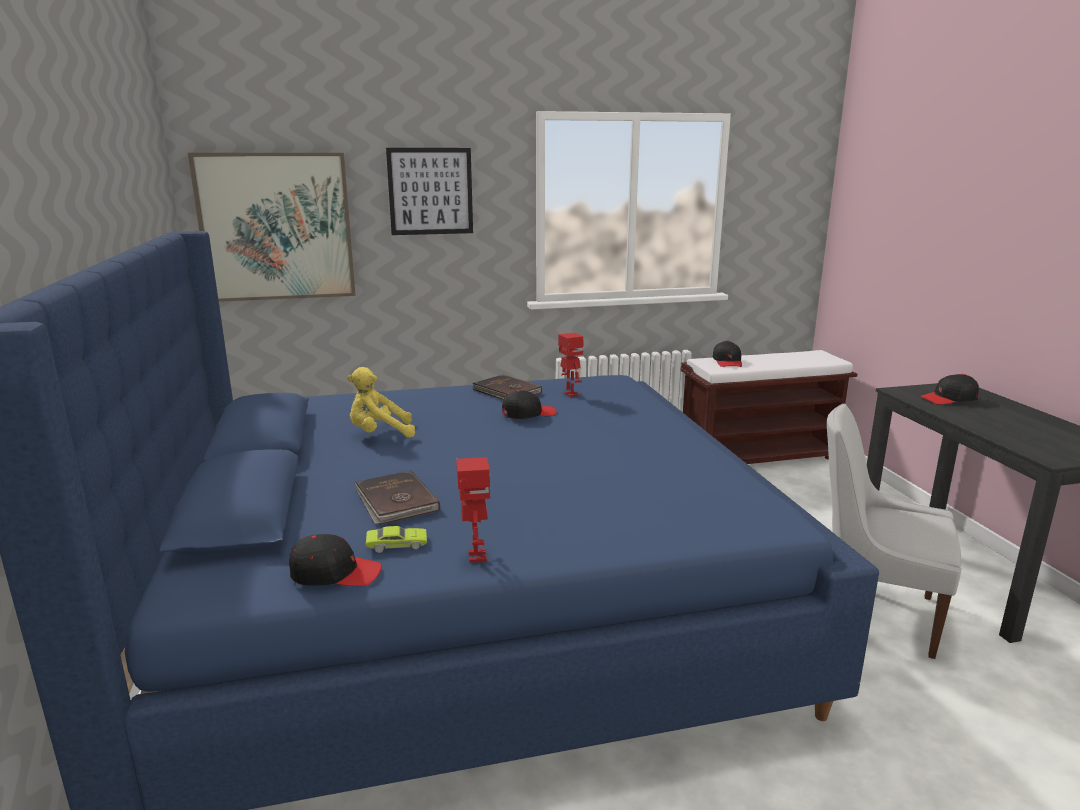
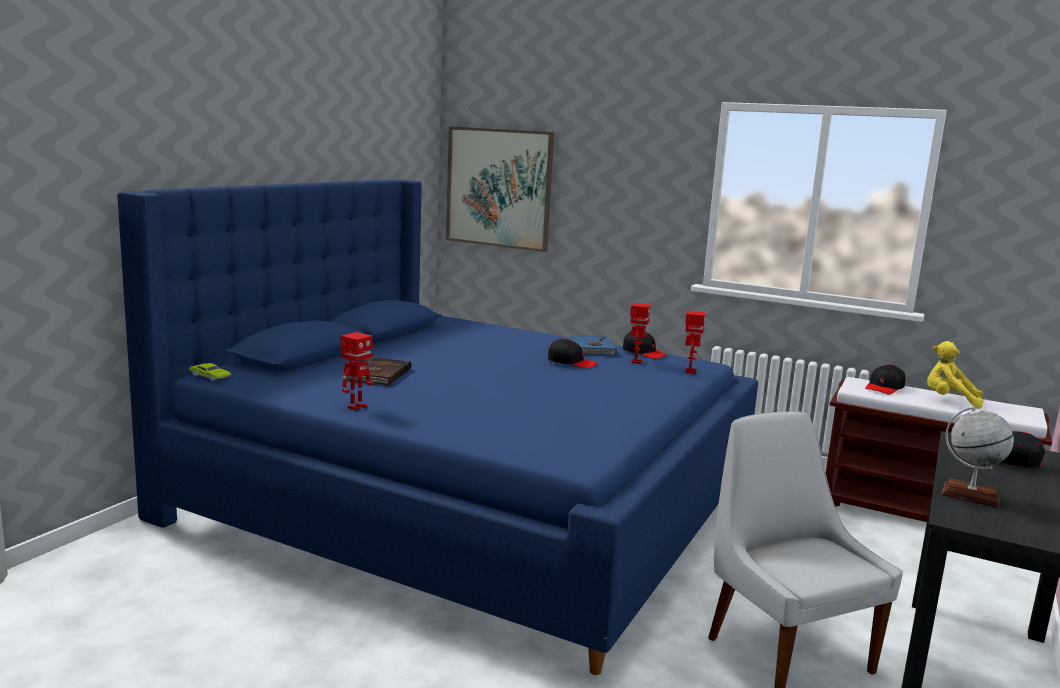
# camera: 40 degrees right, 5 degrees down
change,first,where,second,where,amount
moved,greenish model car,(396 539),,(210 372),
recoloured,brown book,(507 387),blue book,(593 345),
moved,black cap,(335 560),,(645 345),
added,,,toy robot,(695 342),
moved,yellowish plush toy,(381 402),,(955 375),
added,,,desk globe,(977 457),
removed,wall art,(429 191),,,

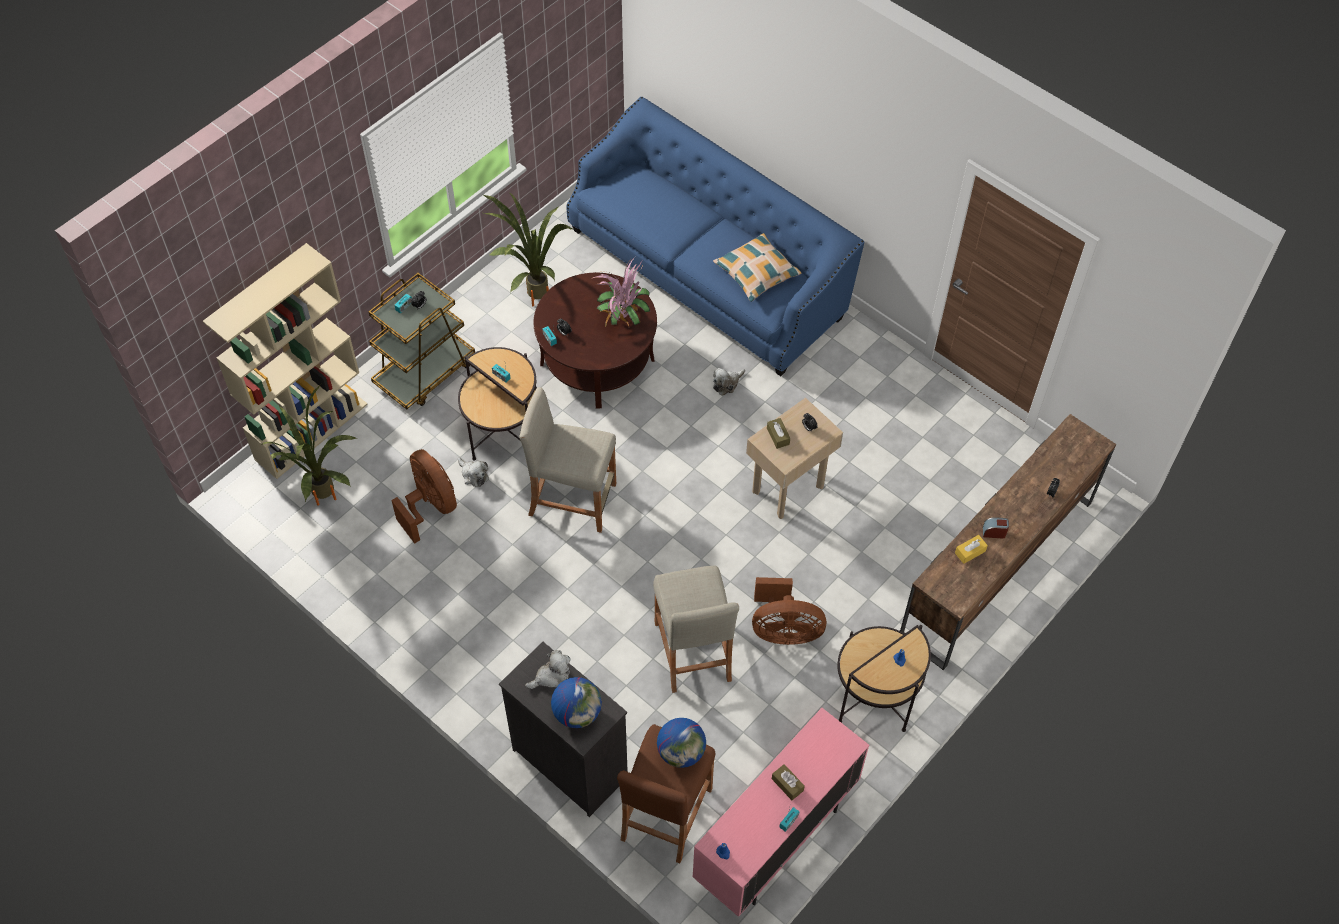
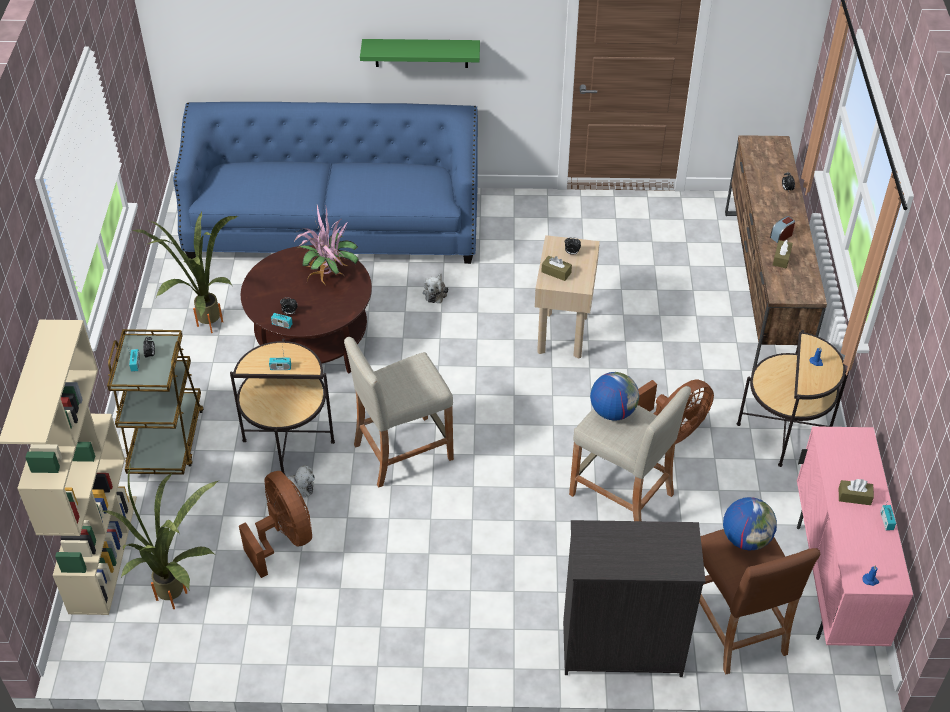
# camera: 40 degrees left, 10 degrees down
change,first,where,second,where,amount
turned,brown electric fan,(424 496),,(275 524),45 degrees clockwise
added,,,greenish shelf,(420 53),
moved,desk globe,(576 702),,(614 396),
recoloured,yellowish tissue box,(971 549),brown tissue box,(783 254),
removed,plush toy,(548 669),,,
removed,cushion,(757 267),,,

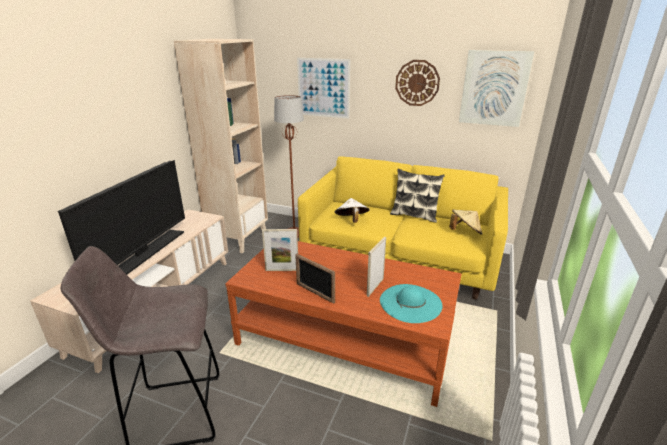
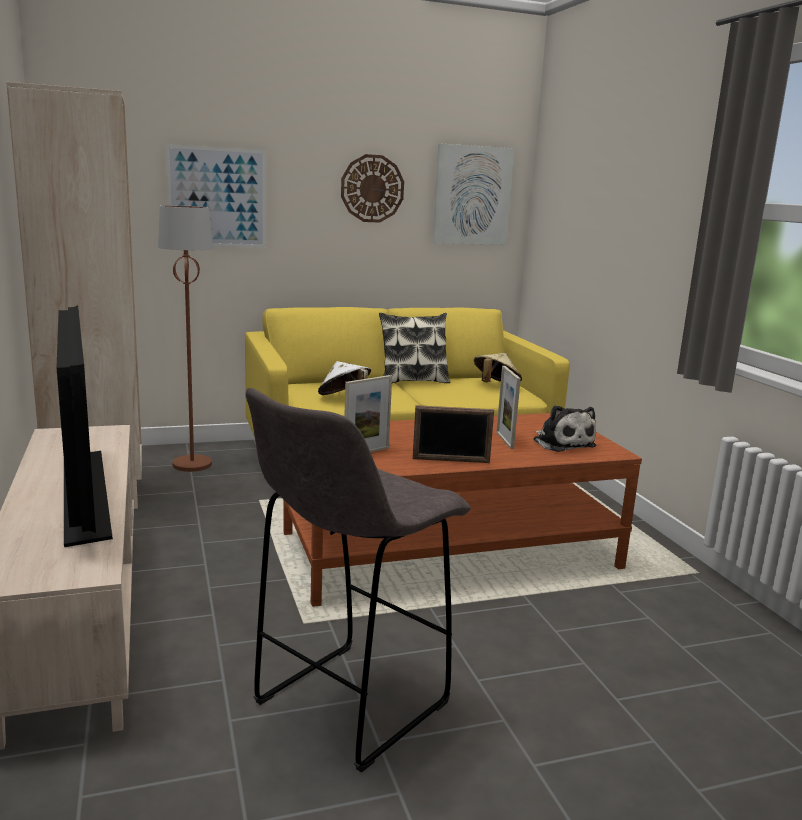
# camera: 40 degrees left, 10 degrees down
change,first,where,second,where,amount
replaced,turquoise wearable hat,(411 303),plush toy,(565 428),

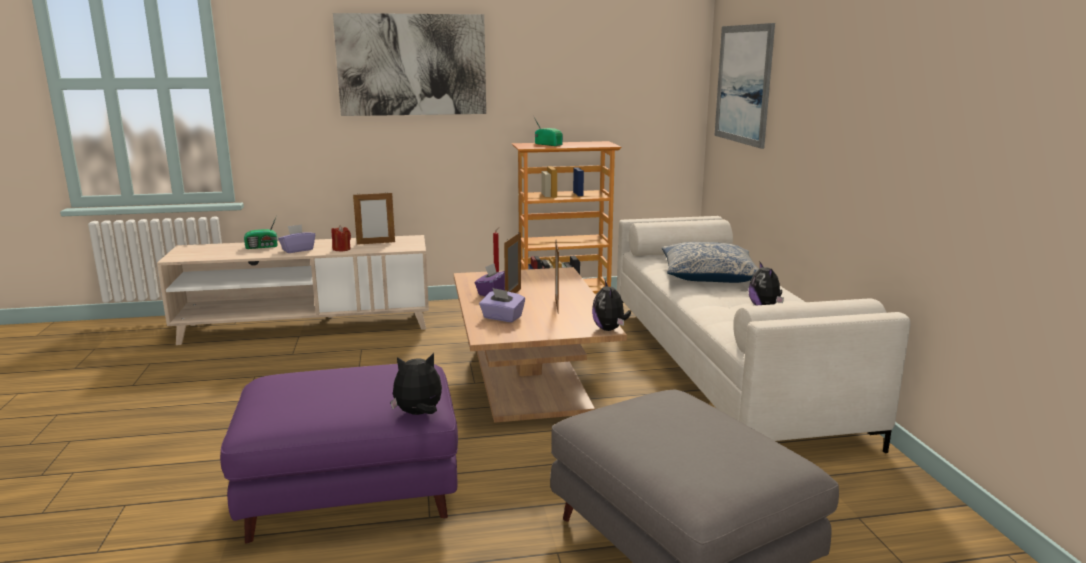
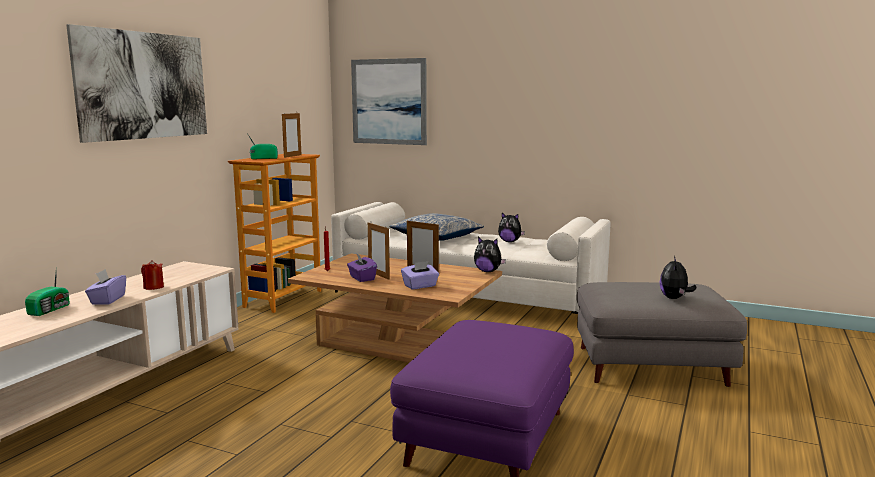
# camera: 55 degrees left, 5 degrees down
change,first,where,second,where,amount
moved,picture frame,(374 218),,(291 135),
moved,plush toy,(416 384),,(678 277),

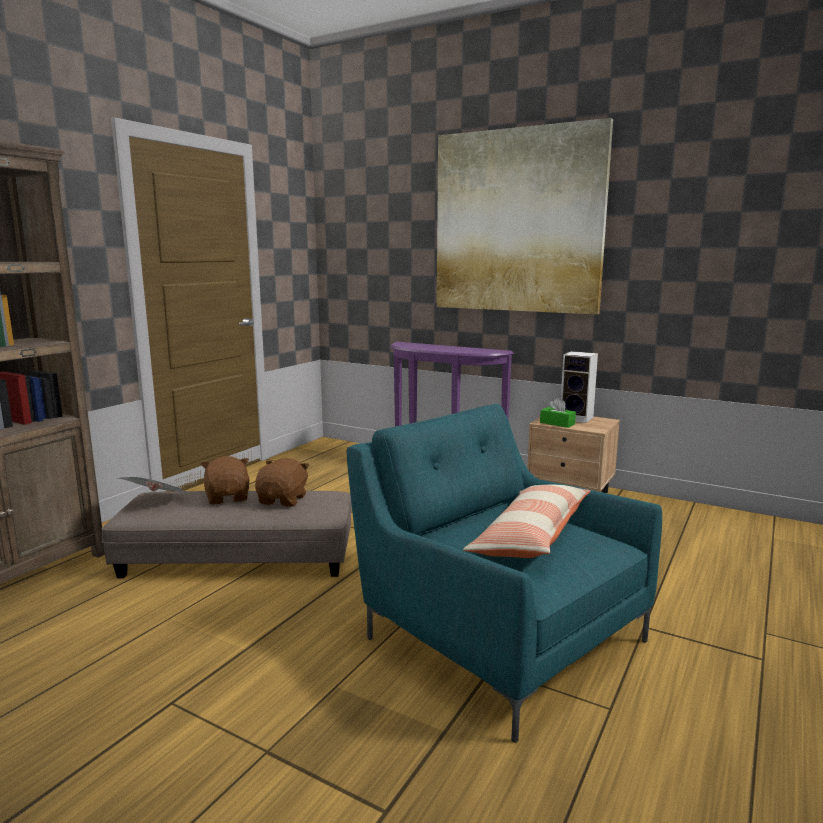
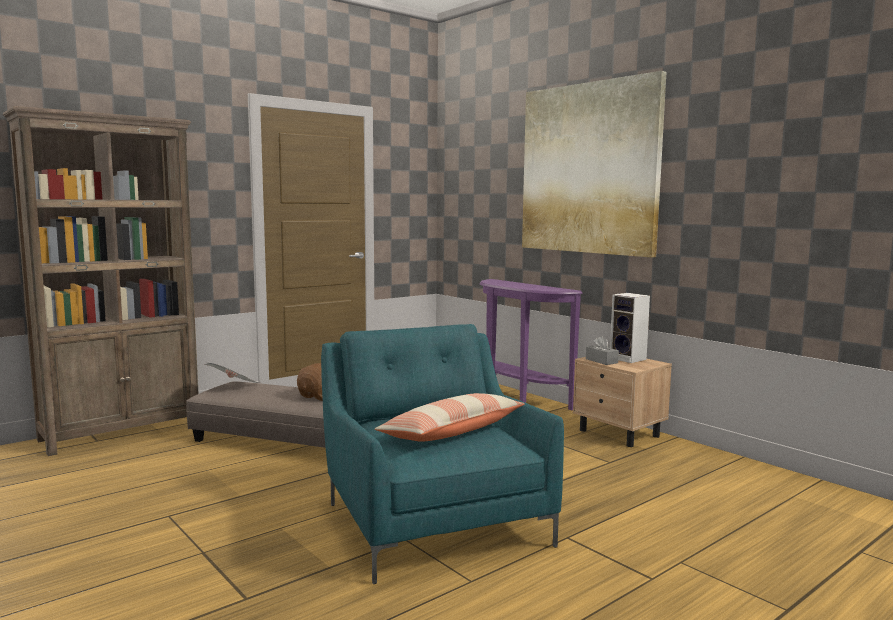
# camera: 20 degrees right, 5 degrees down
change,first,where,second,where,amount
recoloured,greenish tissue box,(558 413),grey tissue box,(602 350),
removed,brown plush toy,(225 480),,,

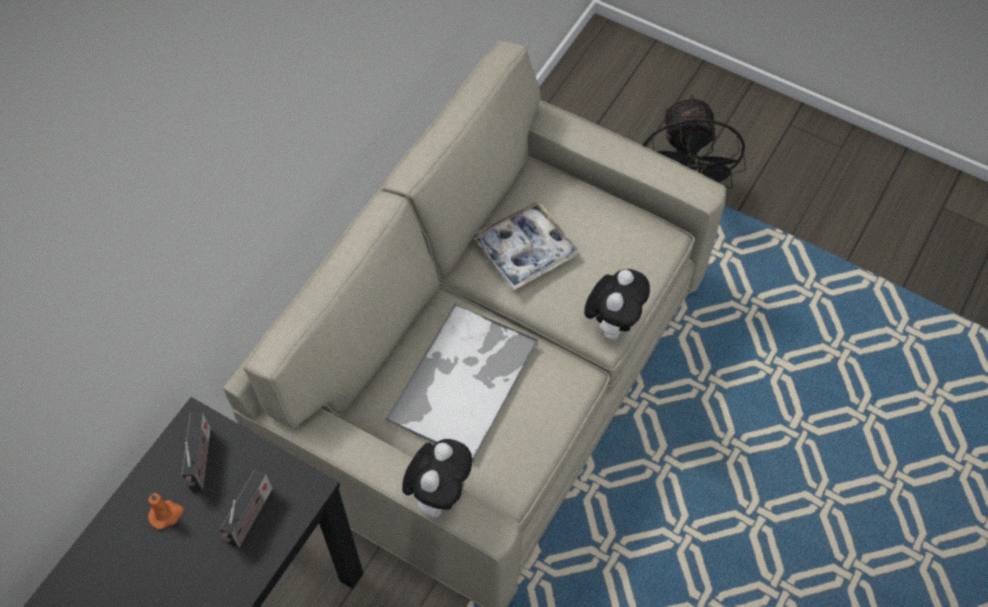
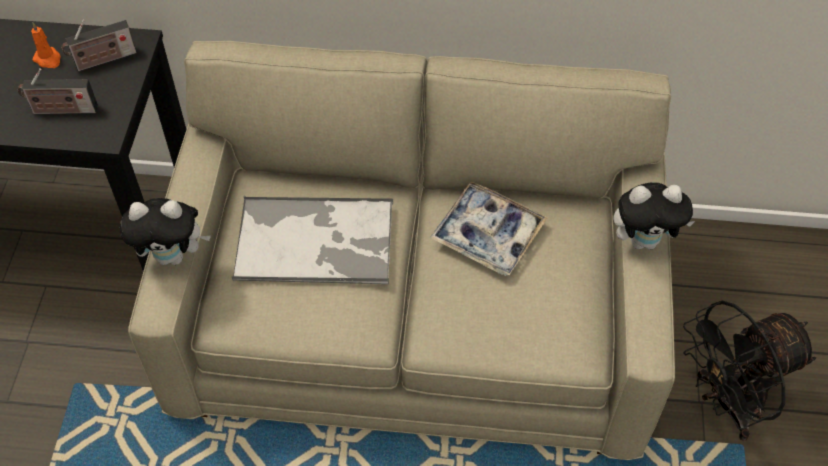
# camera: 65 degrees right, 5 degrees down
change,first,where,second,where,amount
moved,plush toy,(617 304),,(654 216),

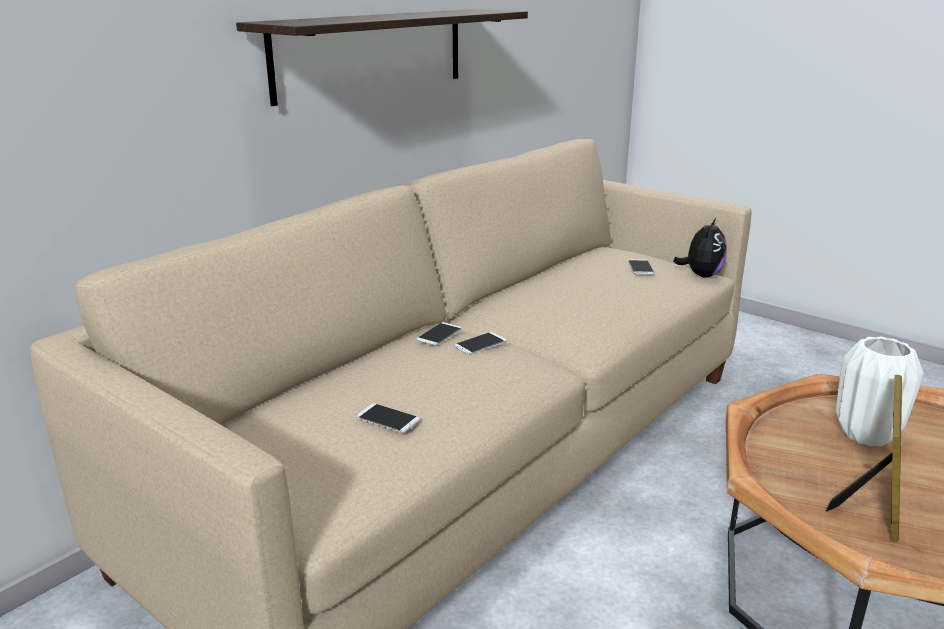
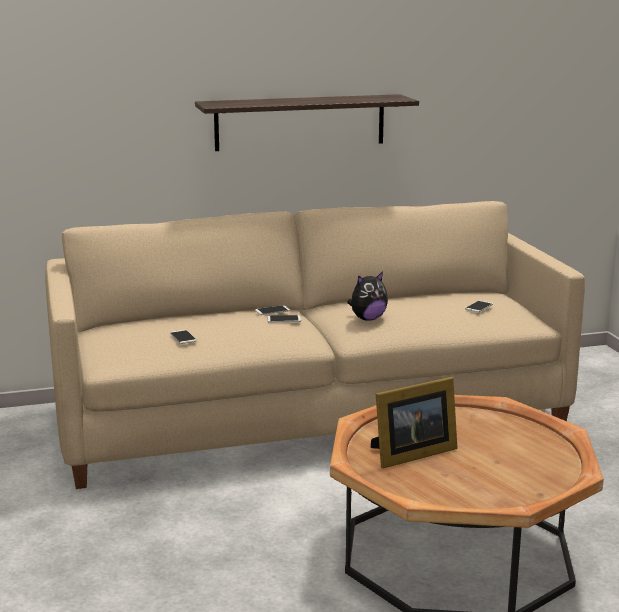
# camera: 35 degrees right, 5 degrees down
change,first,where,second,where,amount
moved,plush toy,(700 248),,(367 296),
removed,white vase,(880 391),,,

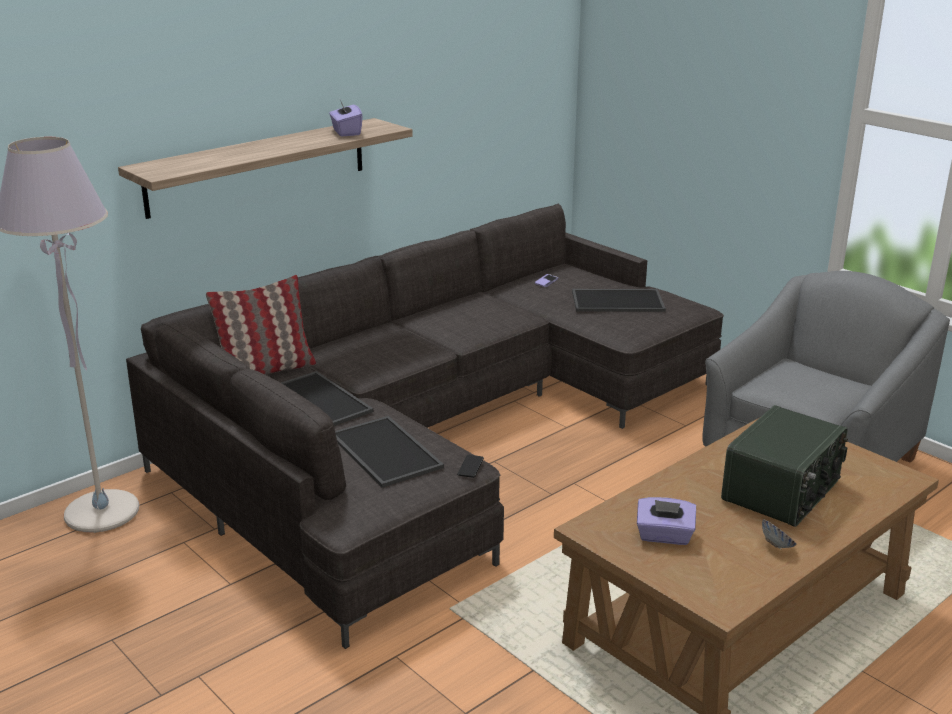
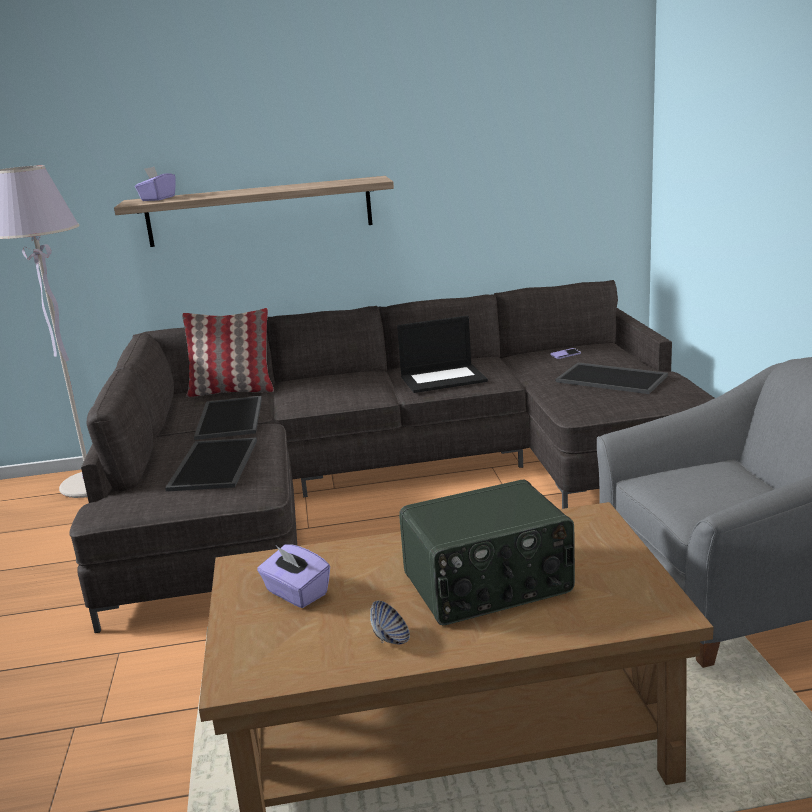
# camera: 35 degrees right, 5 degrees down
change,first,where,second,where,amount
moved,purplish tissue box,(346 117),,(155 184),
added,,,portable computer,(442 354),
removed,phone,(470 466),,,

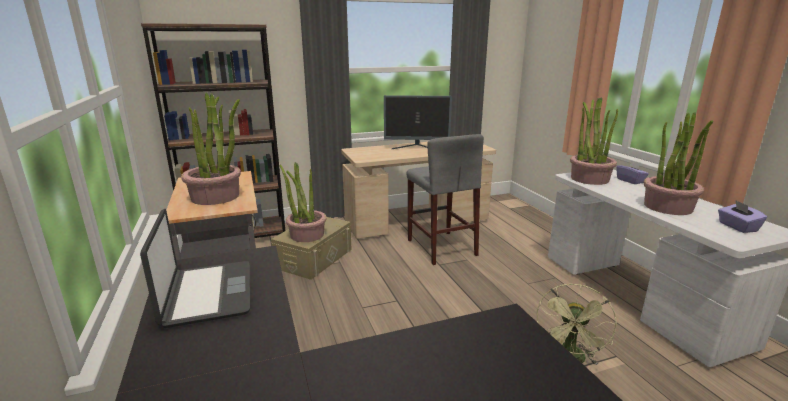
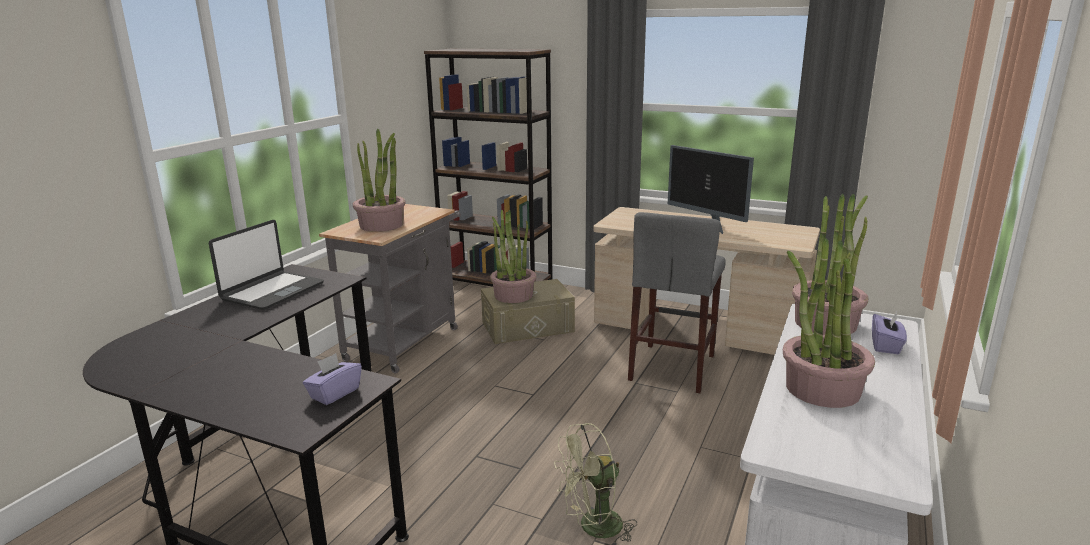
# camera: 45 degrees right, 0 degrees up
change,first,where,second,where,amount
moved,purplish tissue box,(742 217),,(332 379),

